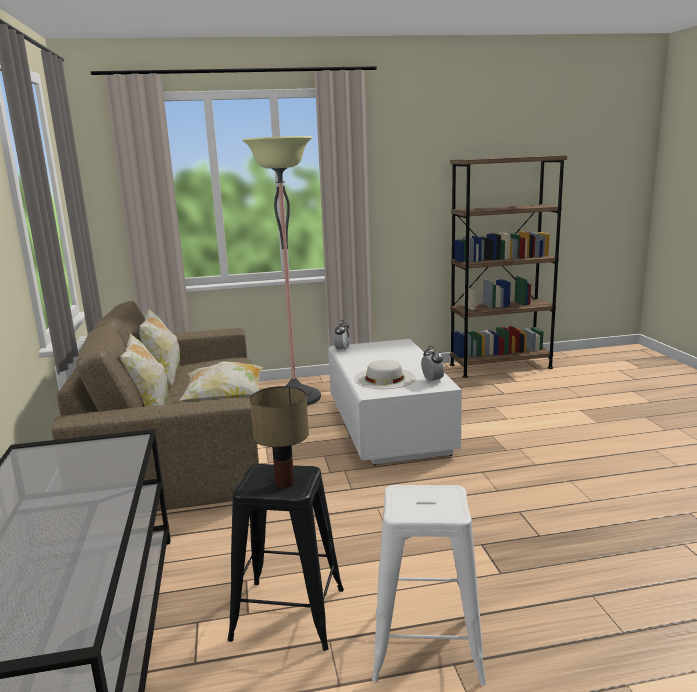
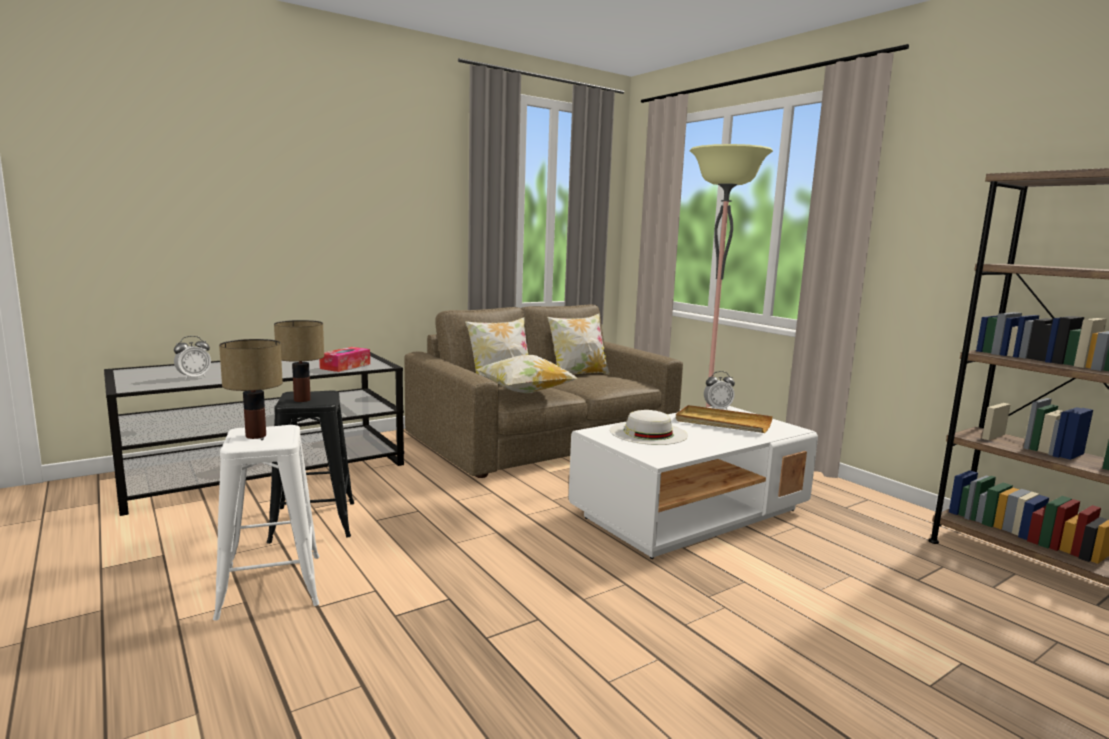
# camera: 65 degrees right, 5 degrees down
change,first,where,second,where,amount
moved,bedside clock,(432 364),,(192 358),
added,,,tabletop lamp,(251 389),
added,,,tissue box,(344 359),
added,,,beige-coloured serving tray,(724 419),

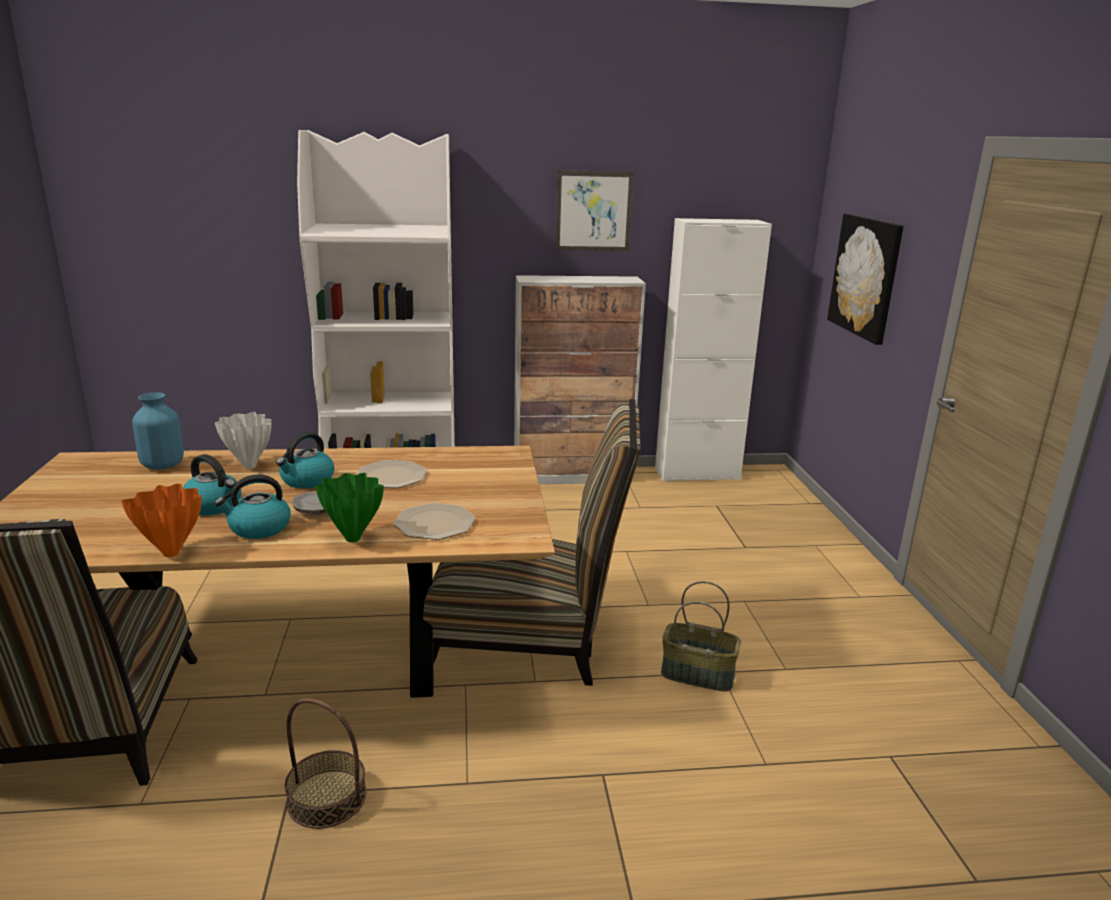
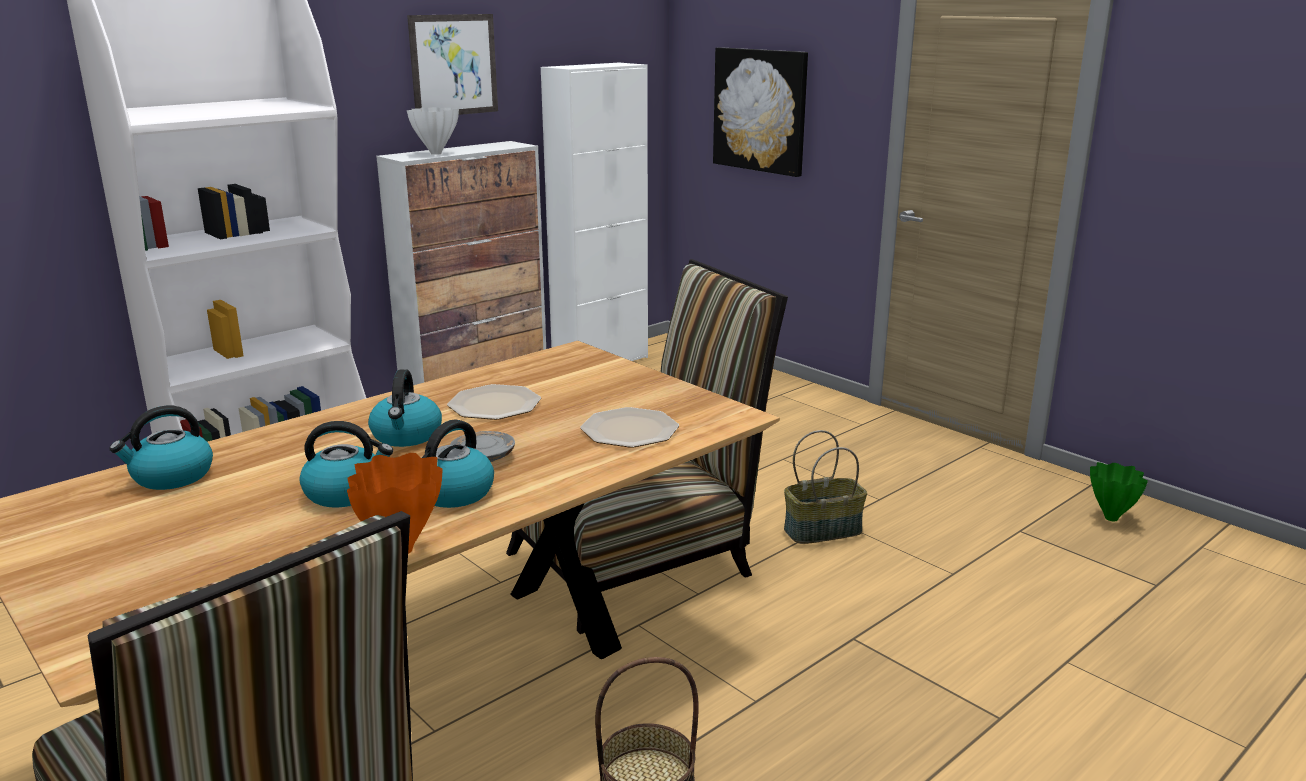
# camera: 35 degrees left, 0 degrees up
change,first,where,second,where,amount
replaced,blue vase,(158 431),tea kettle,(161 448),
moved,white vase,(243 440),,(433 131),
moved,greenish vase,(349 507),,(1119 491),

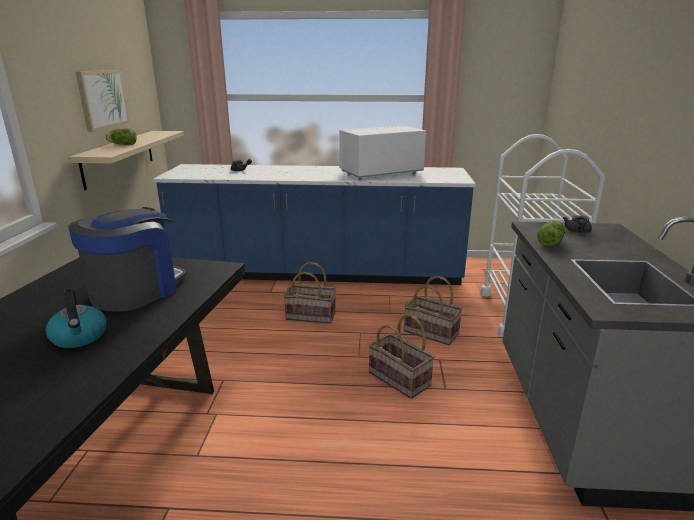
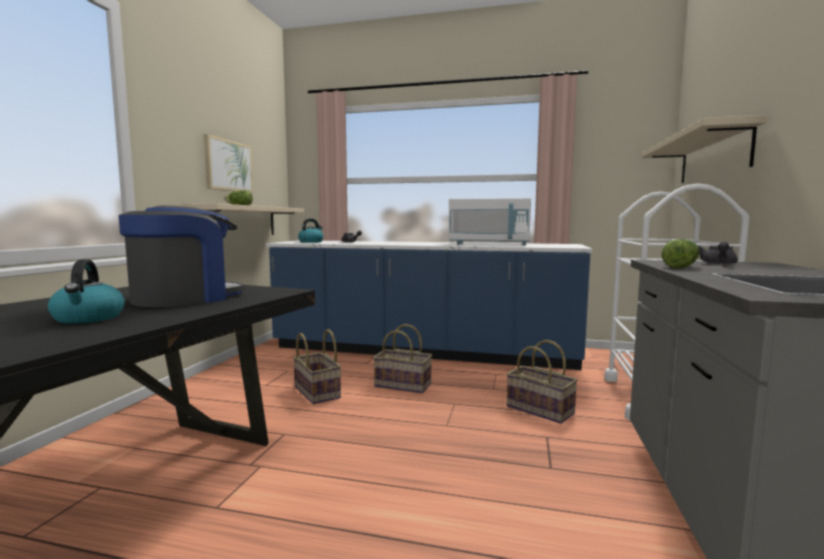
# camera: 10 degrees right, 15 degrees down
change,first,where,second,where,amount
moved,storage basket,(401 356),,(317 366),
added,,,tea kettle,(311 230),
turned,white kitchen microwave,(382 153),,(489 221),150 degrees counterclockwise
added,,,beige-coloured shelf,(704 149),

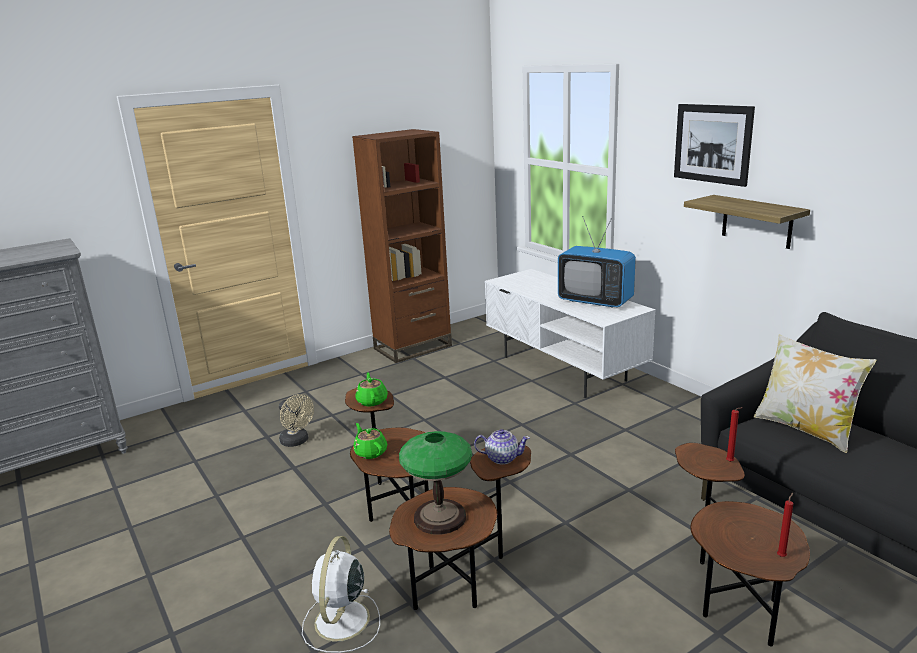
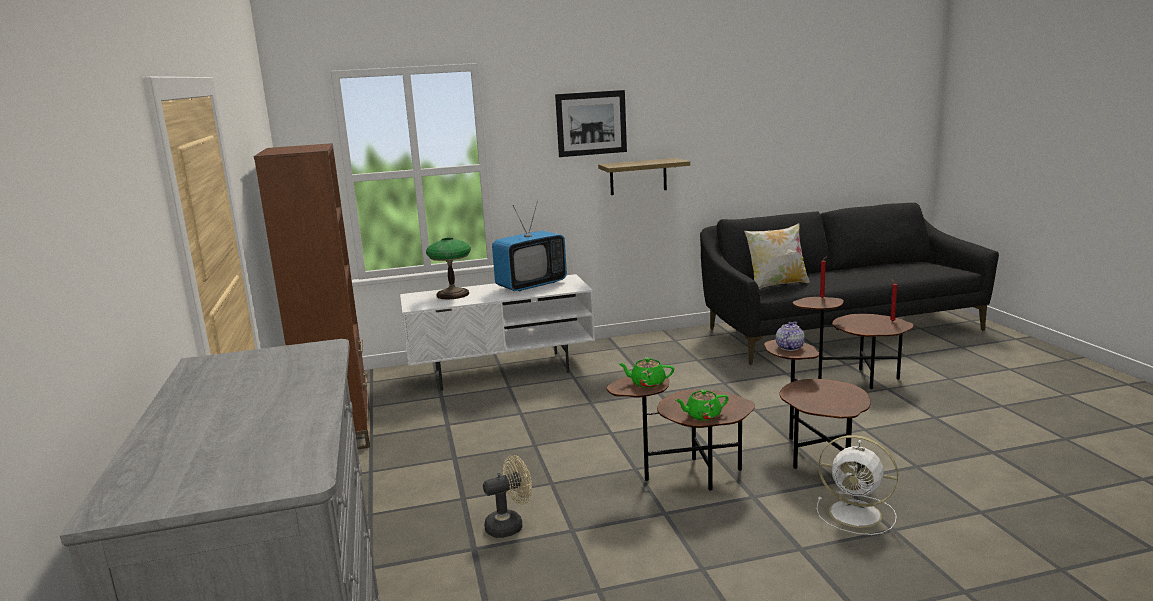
# camera: 70 degrees left, 5 degrees down
change,first,where,second,where,amount
moved,tabletop lamp,(435 483),,(448 268),

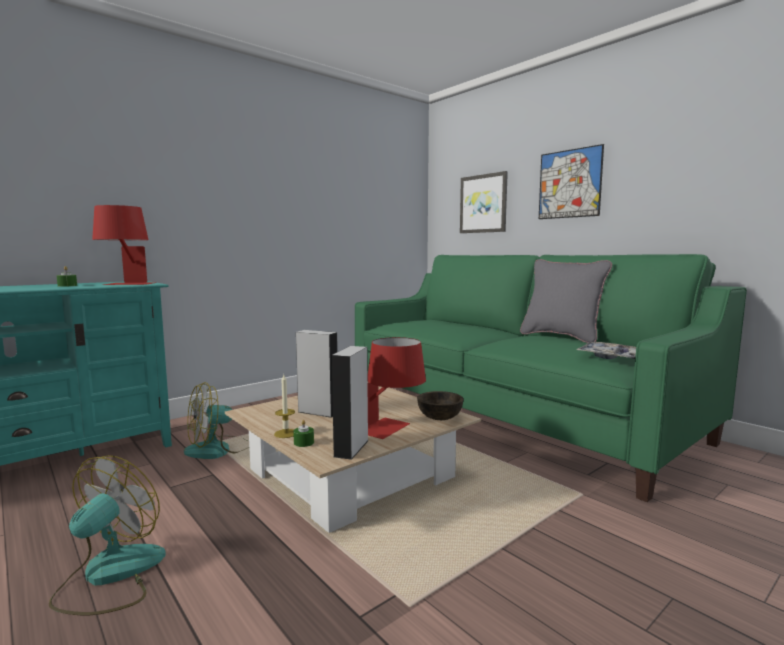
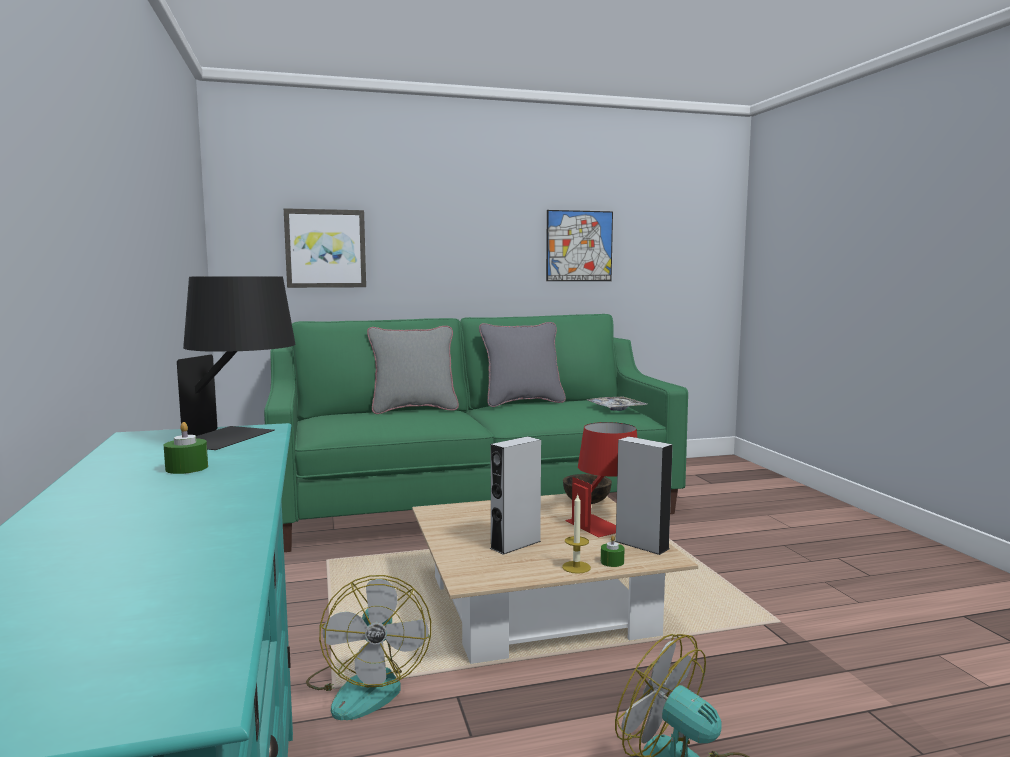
# camera: 65 degrees left, 0 degrees up
change,first,where,second,where,amount
recoloured,red tabletop lamp,(122 245),black tabletop lamp,(236 363),
added,,,grey cushion,(413 370),
moved,wall art,(571 181),,(579 245),

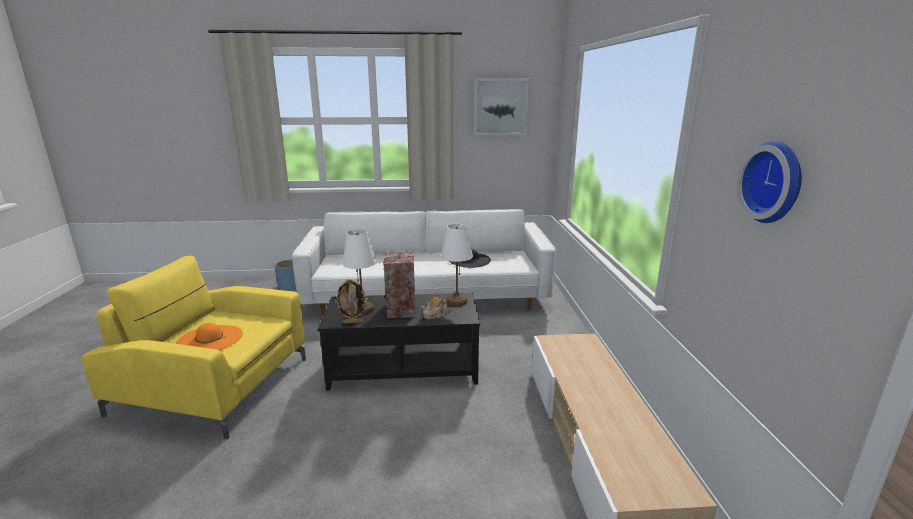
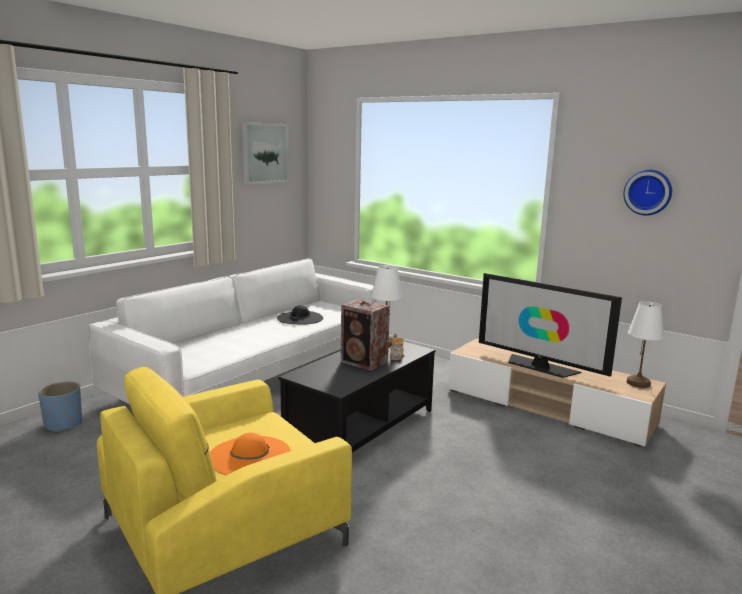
# camera: 50 degrees left, 5 degrees down
change,first,where,second,where,amount
added,,,TV,(550 325),
moved,white tabletop lamp,(359 272),,(645 344),
removed,picture frame,(351 301),,,

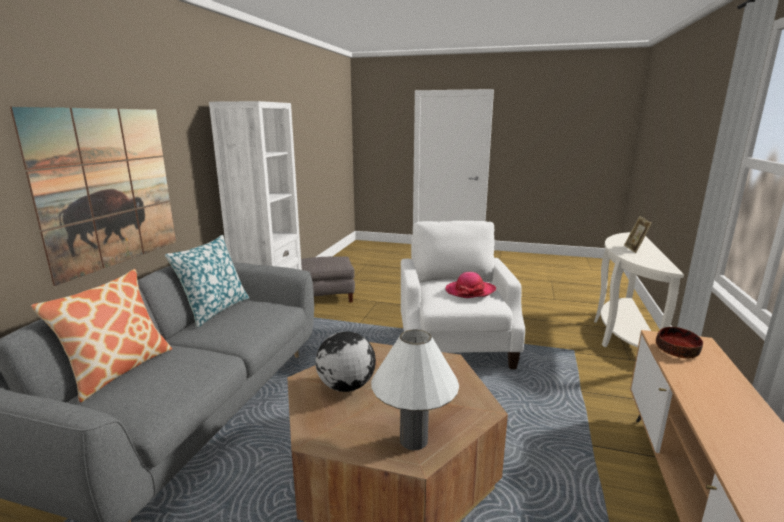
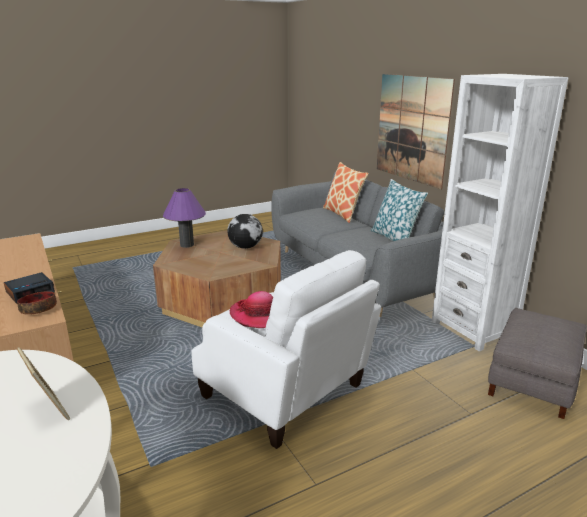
# camera: 135 degrees right, 5 degrees up
change,first,where,second,where,amount
added,,,bedside clock,(29 288),
recoloured,white tabletop lamp,(415 390),purplish tabletop lamp,(184 218),

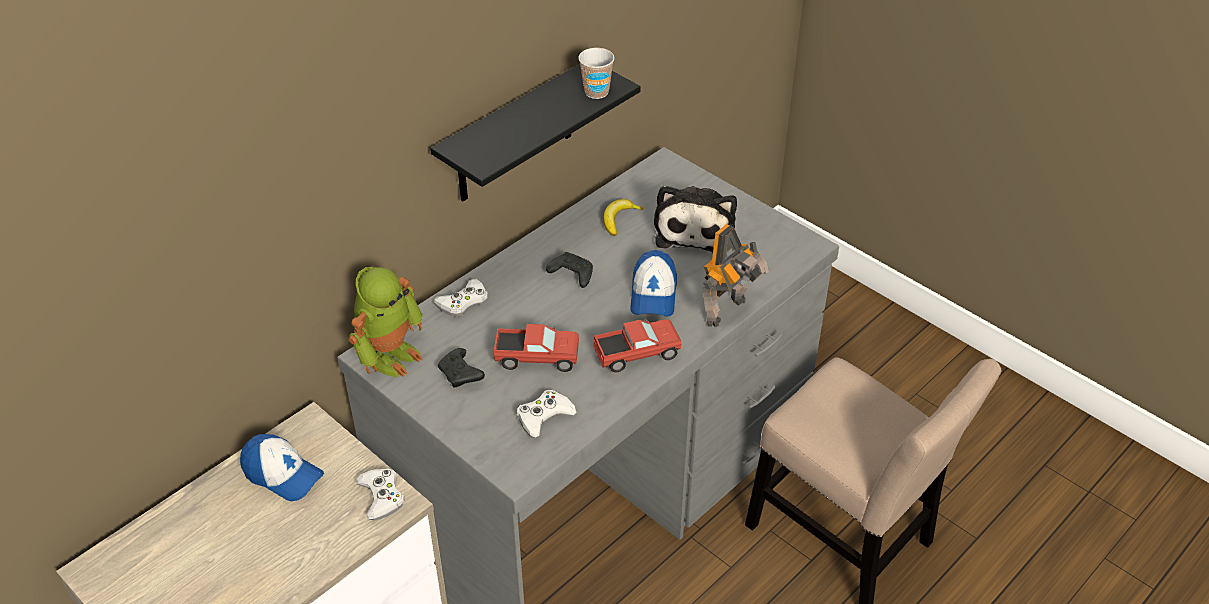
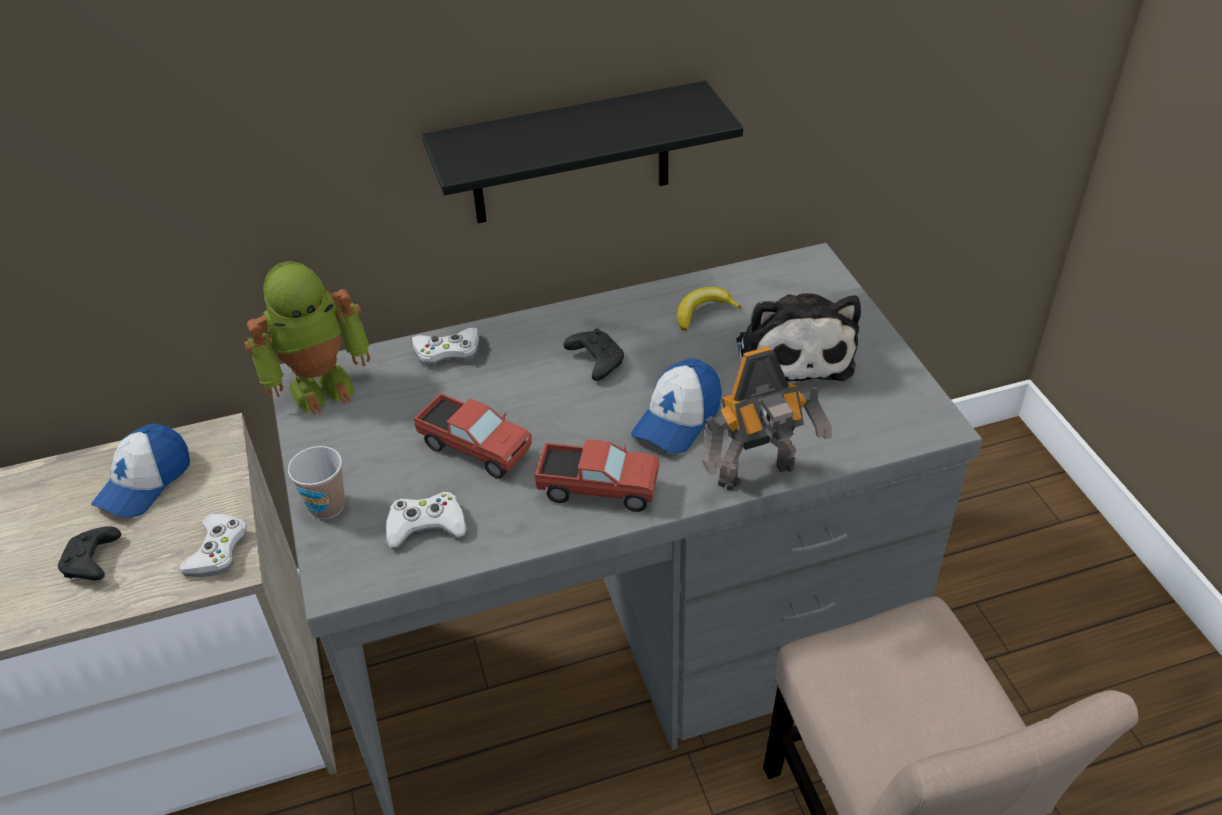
# camera: 30 degrees right, 0 degrees up
change,first,where,second,where,amount
moved,black game controller,(461 368),,(89 553),
turned,cap,(282 467),,(140 470),60 degrees clockwise
moved,drinking cup,(596 73),,(316 482),
turned,plush toy,(695 218),,(798 338),45 degrees counterclockwise

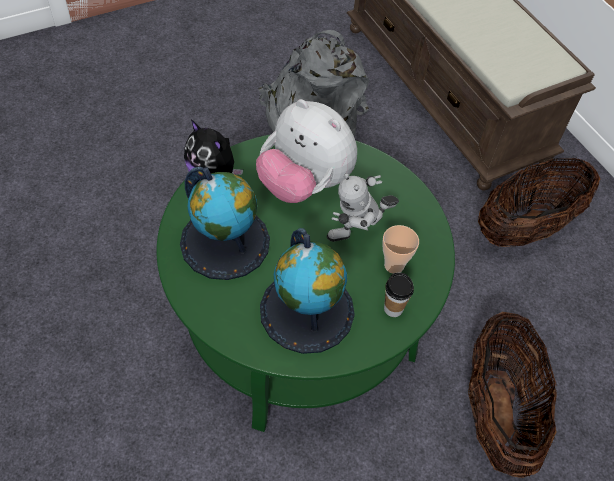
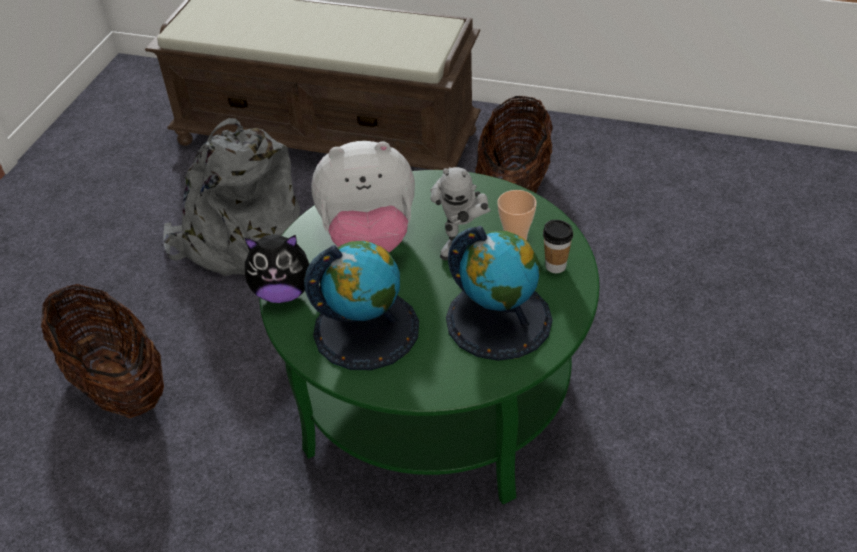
# camera: 40 degrees left, 10 degrees down
change,first,where,second,where,amount
moved,storage basket,(512 395),,(102 351),

